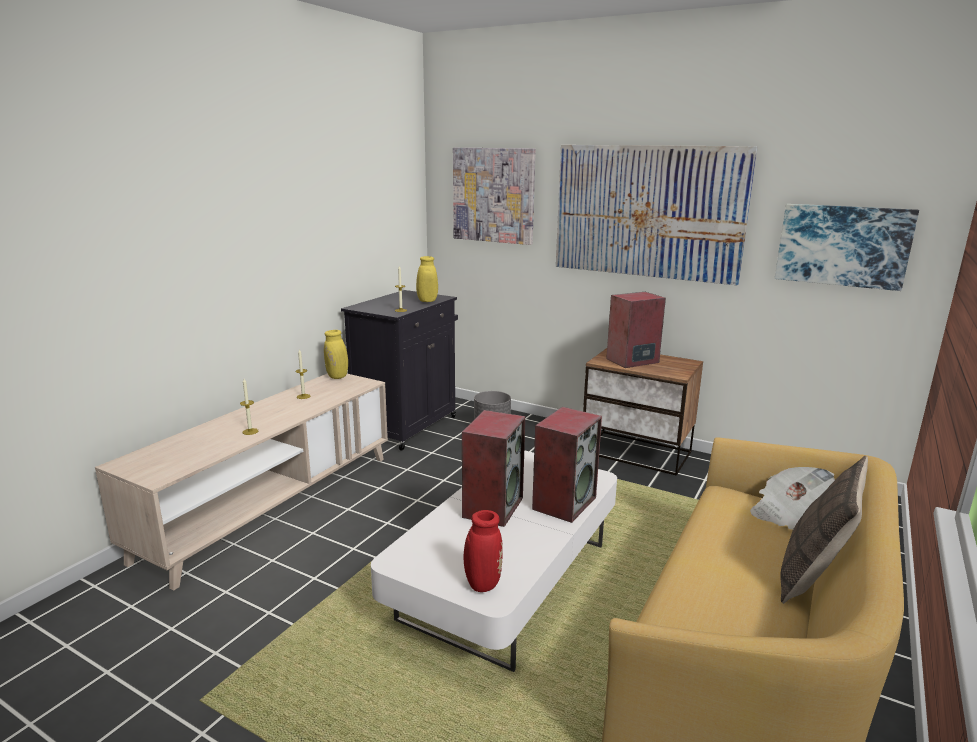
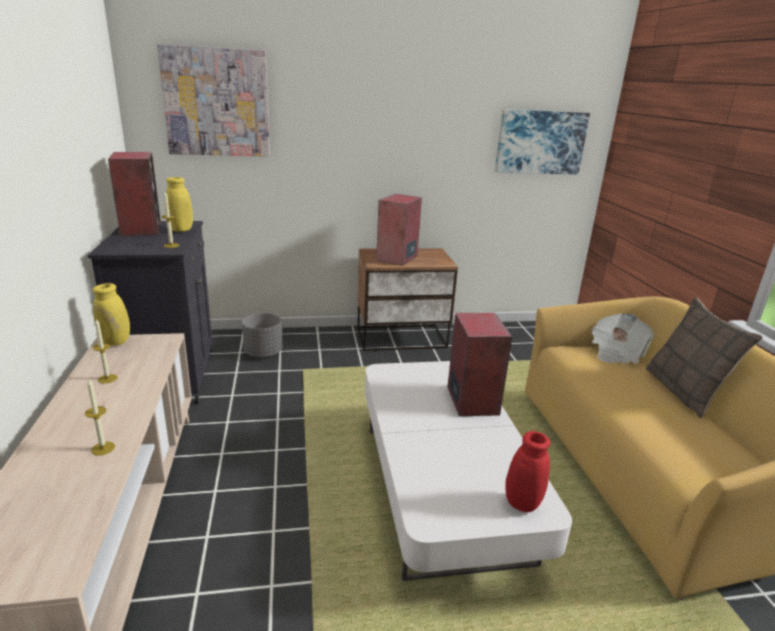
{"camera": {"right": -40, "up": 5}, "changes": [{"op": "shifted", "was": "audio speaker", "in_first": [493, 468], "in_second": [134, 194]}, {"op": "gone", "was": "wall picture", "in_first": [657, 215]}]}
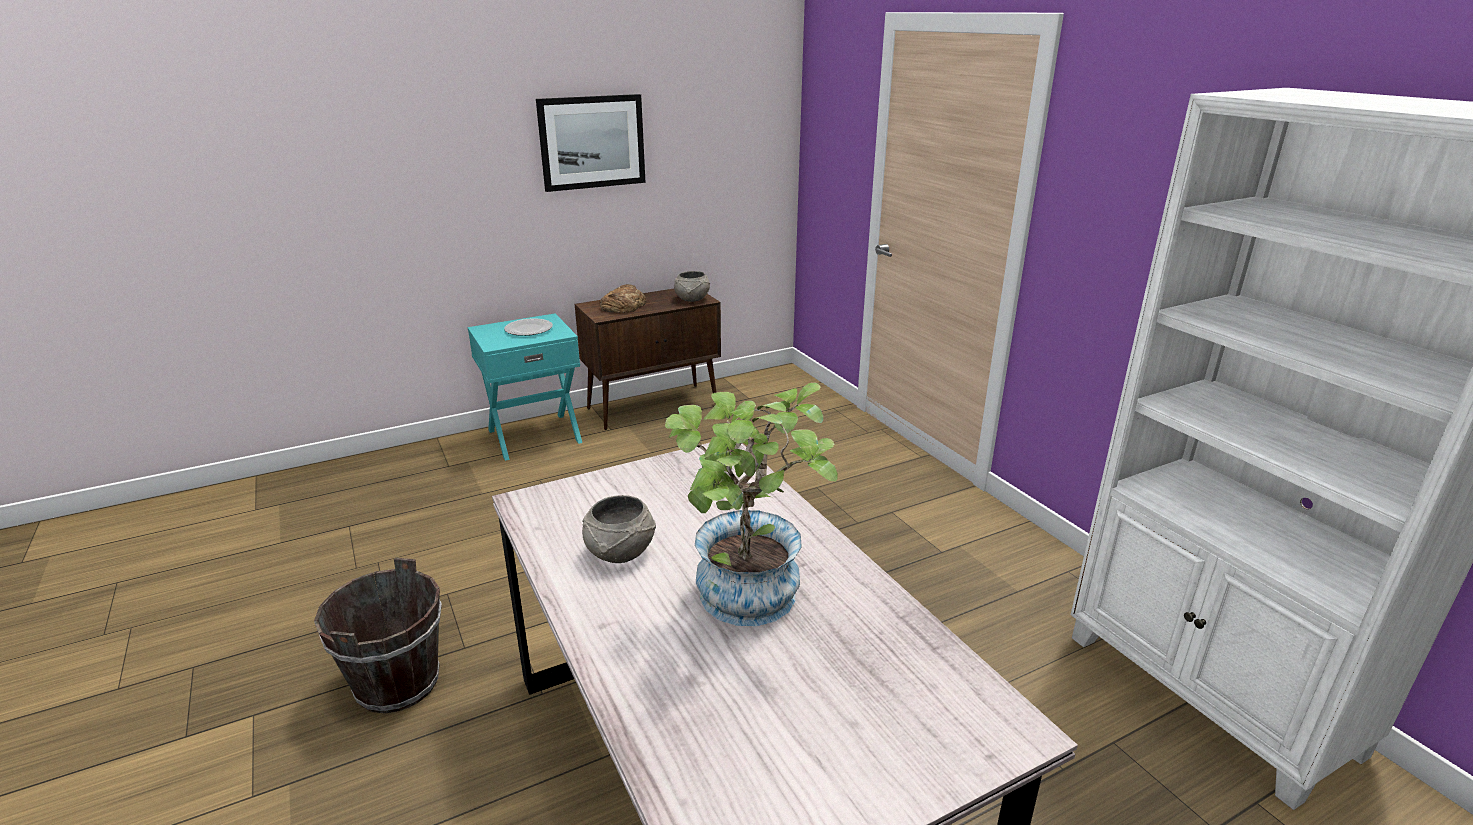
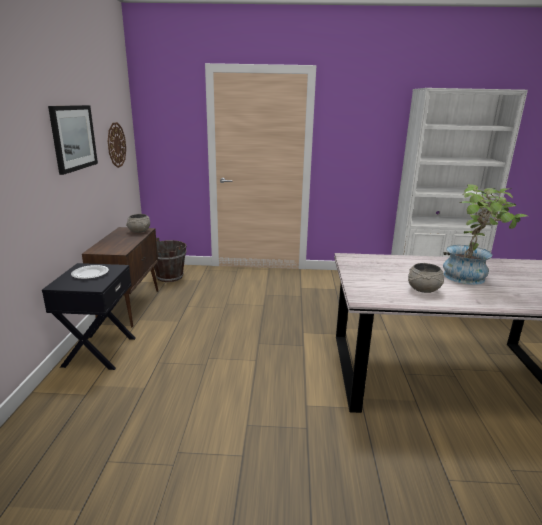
{"camera": {"right": -60, "up": -5}, "changes": [{"op": "shifted", "was": "brown-coloured pail", "in_first": [378, 635], "in_second": [170, 259]}, {"op": "repainted", "was": "turquoise bedside table", "now": "blackish bedside table", "in_first": [525, 387], "in_second": [89, 316]}, {"op": "gone", "was": "baked bread", "in_first": [623, 298]}, {"op": "new", "now": "hanging clock", "in_second": [117, 145]}]}
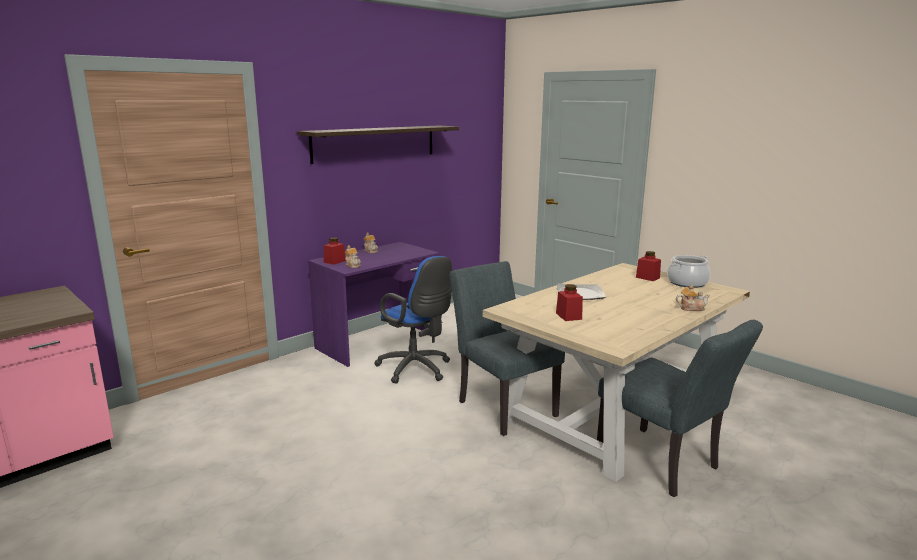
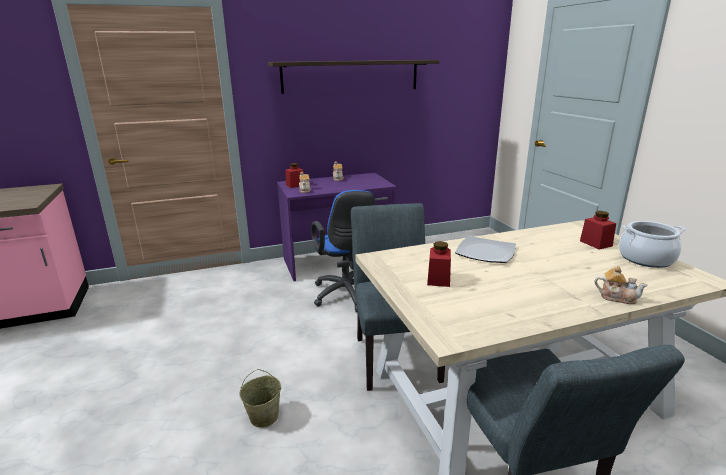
{"camera": {"right": 25, "up": 5}, "changes": [{"op": "new", "now": "beige pail", "in_second": [260, 398]}]}
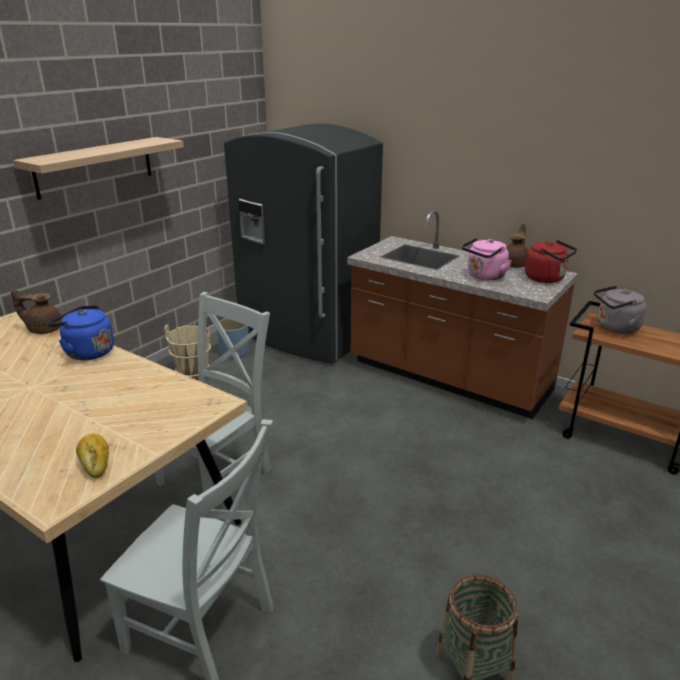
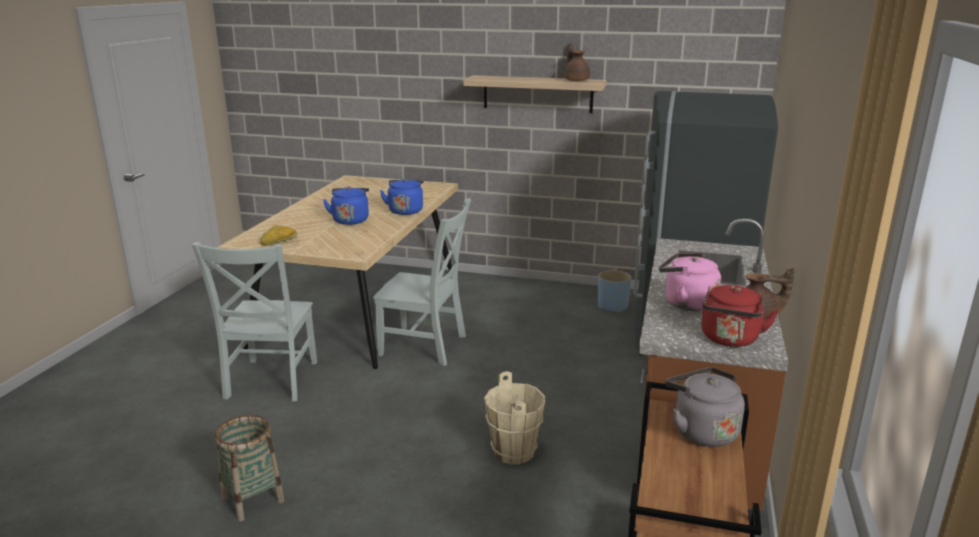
{"camera": {"right": 70, "up": -5}, "changes": [{"op": "shifted", "was": "brown-coloured tea pot", "in_first": [36, 311], "in_second": [577, 62]}, {"op": "shifted", "was": "beige pail", "in_first": [187, 352], "in_second": [514, 418]}, {"op": "new", "now": "blue water kettle", "in_second": [346, 206]}]}
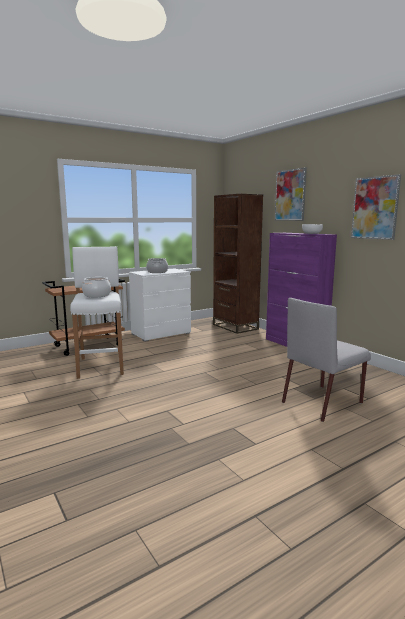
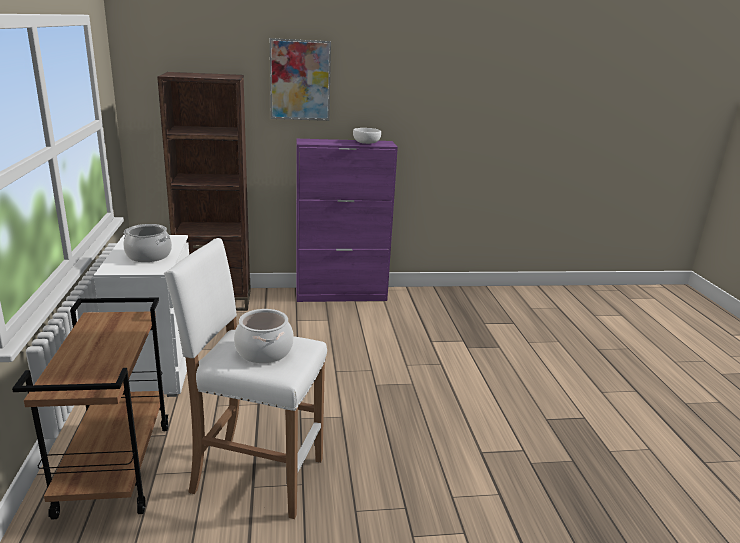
{"camera": {"right": -65, "up": 10}, "changes": [{"op": "gone", "was": "gray chair", "in_first": [326, 360]}, {"op": "gone", "was": "wall picture", "in_first": [376, 207]}]}
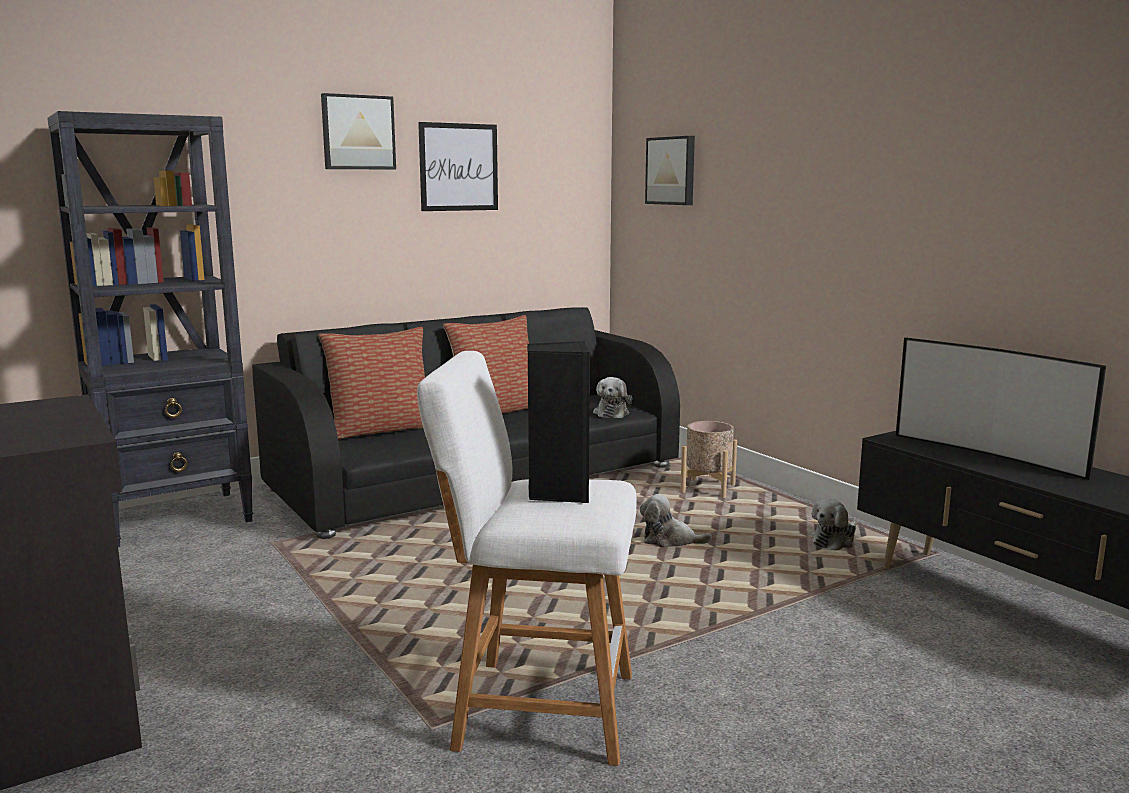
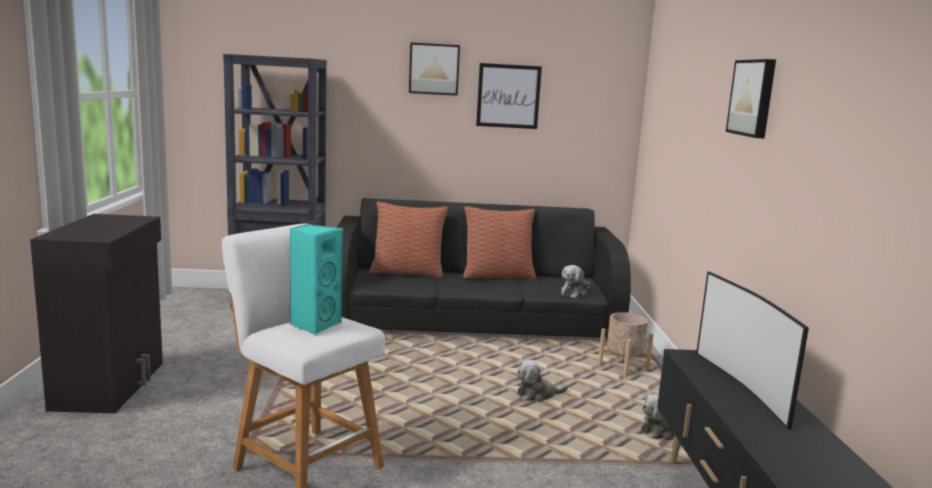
{"camera": {"right": 30, "up": 0}, "changes": [{"op": "repainted", "was": "blackish audio speaker", "now": "turquoise audio speaker", "in_first": [558, 422], "in_second": [316, 279]}, {"op": "rotated", "was": "cuddly toy", "in_first": [676, 520], "in_second": [542, 381], "clockwise": -60}, {"op": "shifted", "was": "wall picture", "in_first": [670, 170], "in_second": [751, 98]}]}
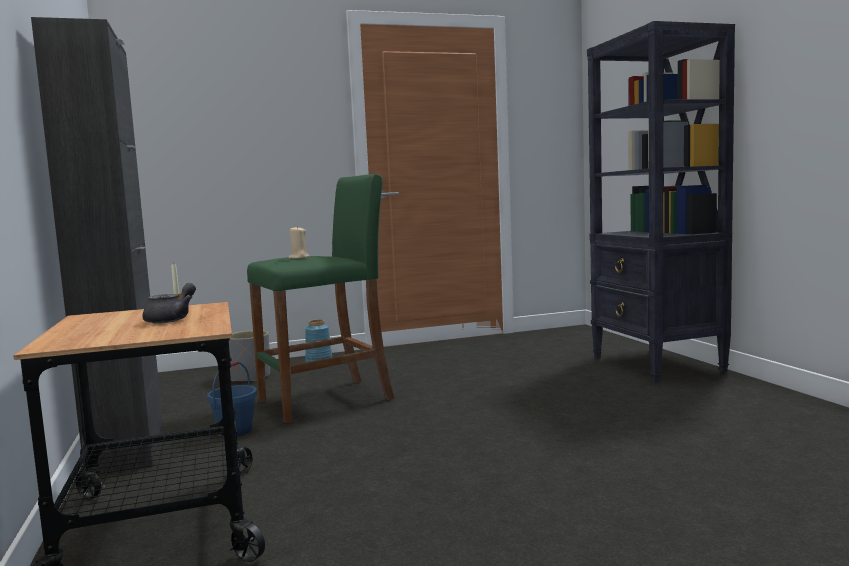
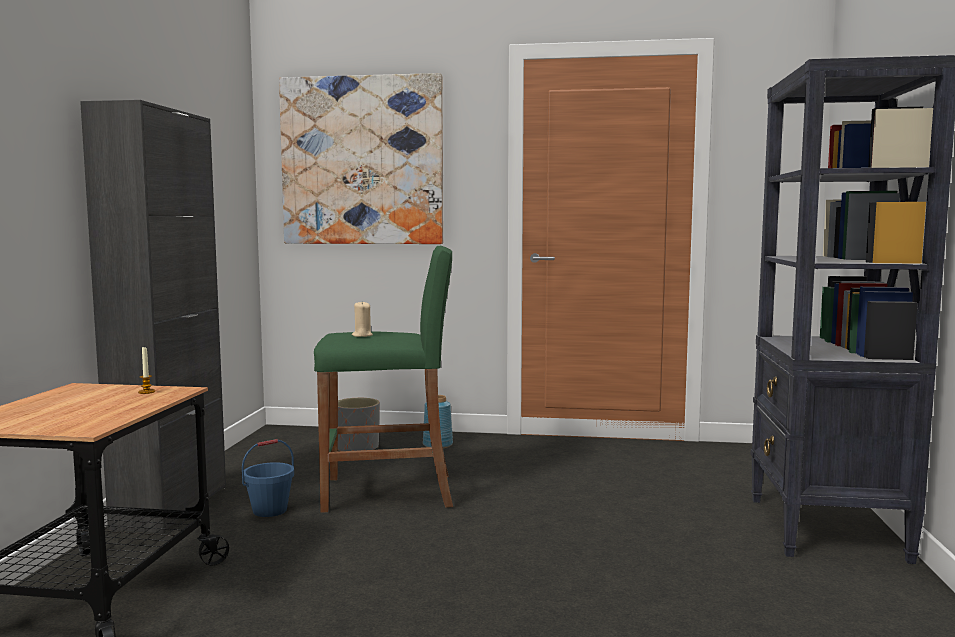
{"camera": {"right": 25, "up": 0}, "changes": [{"op": "gone", "was": "gray tea pot", "in_first": [169, 303]}, {"op": "new", "now": "wall picture", "in_second": [361, 158]}]}
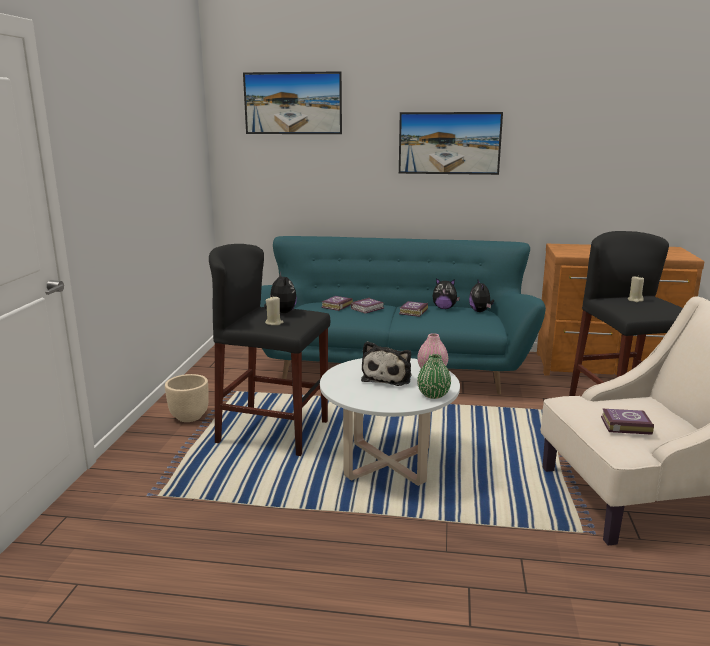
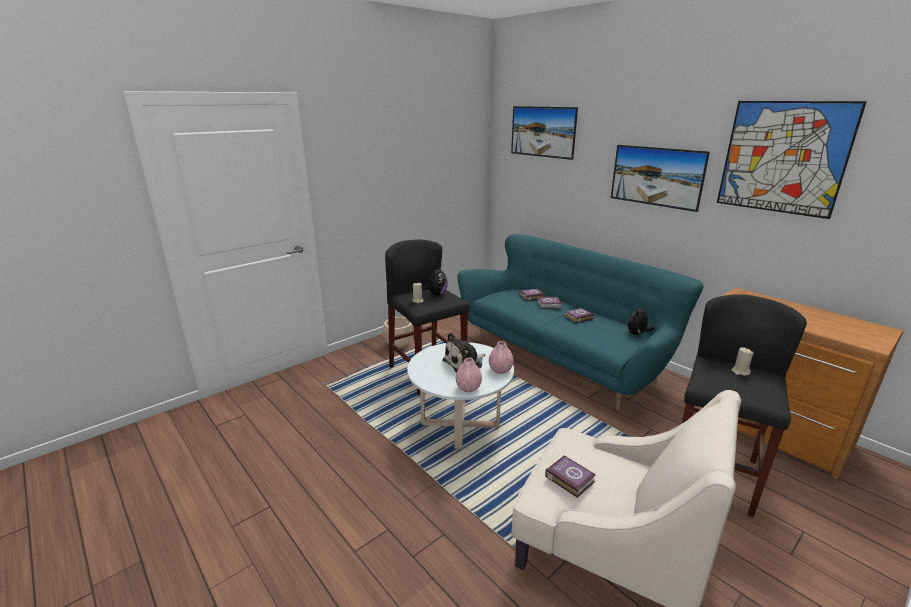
{"camera": {"right": 40, "up": 5}, "changes": [{"op": "repainted", "was": "greenish flower vase", "now": "pink flower vase", "in_first": [434, 376], "in_second": [469, 375]}, {"op": "gone", "was": "cuddly toy", "in_first": [446, 293]}, {"op": "new", "now": "wall picture", "in_second": [792, 160]}]}
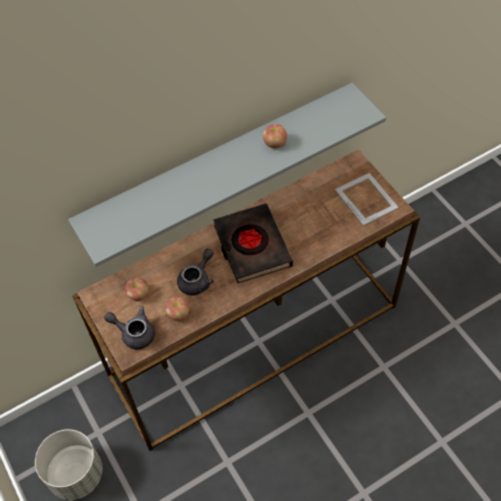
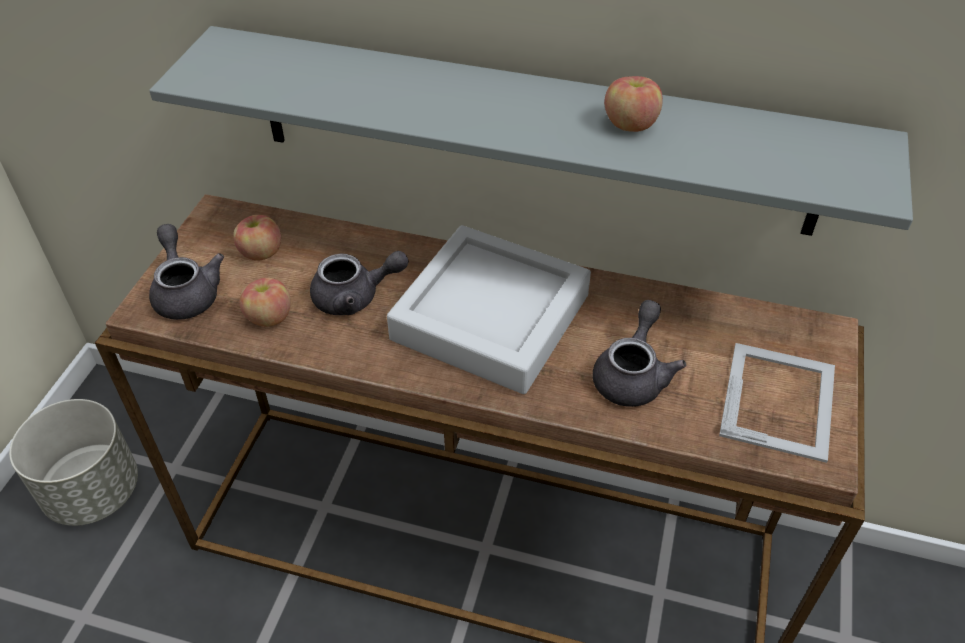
{"camera": {"right": 45, "up": -10}, "changes": [{"op": "swapped", "was": "blackish book", "now": "gray serving tray", "in_first": [253, 243], "in_second": [489, 309]}, {"op": "new", "now": "gray tea pot", "in_second": [639, 353]}]}
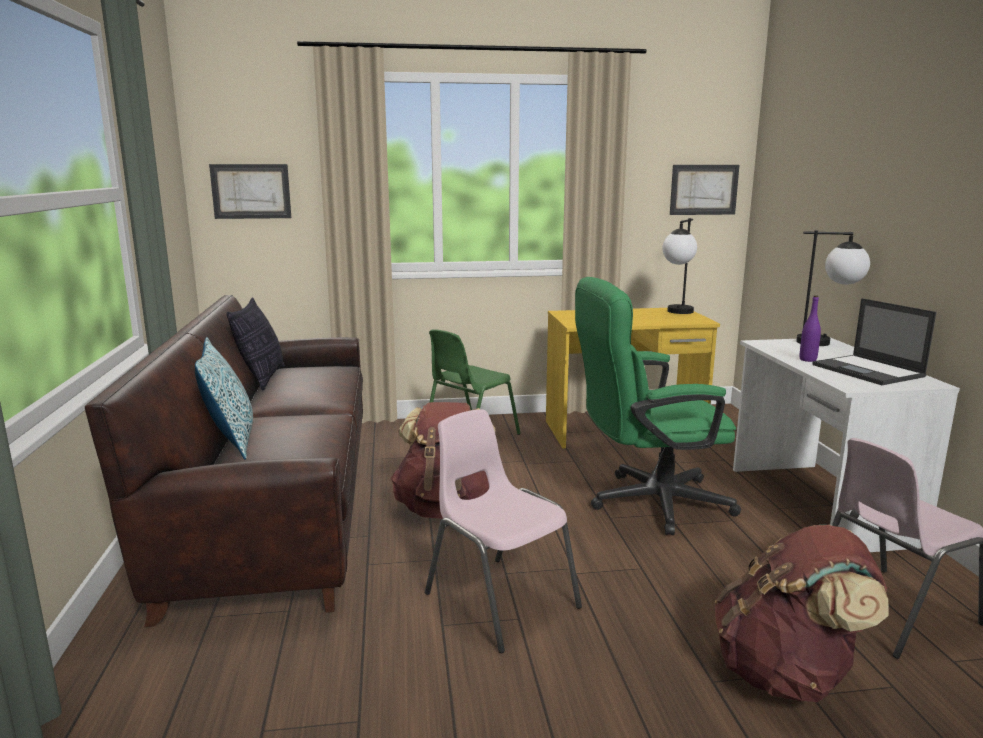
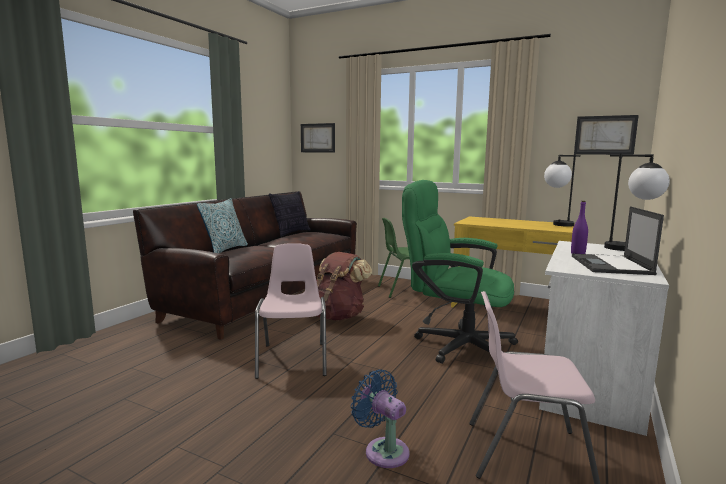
{"camera": {"right": 35, "up": -5}, "changes": [{"op": "swapped", "was": "brown-coloured rucksack", "now": "blue cooling fan", "in_first": [801, 613], "in_second": [380, 418]}]}
